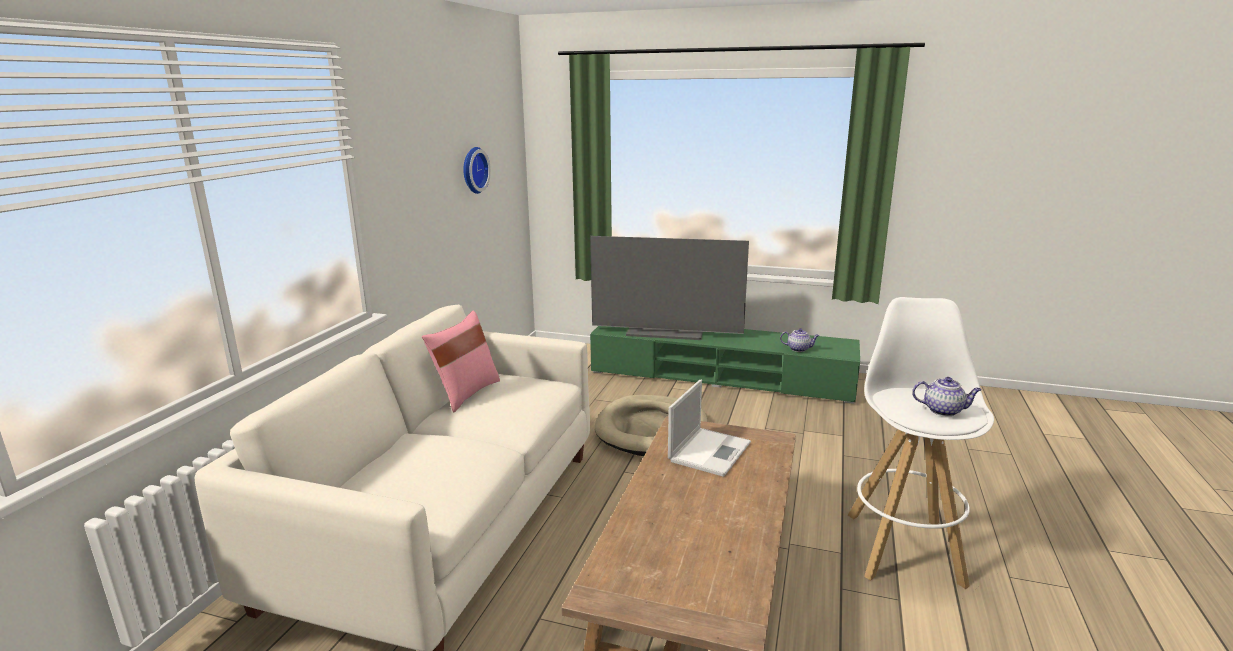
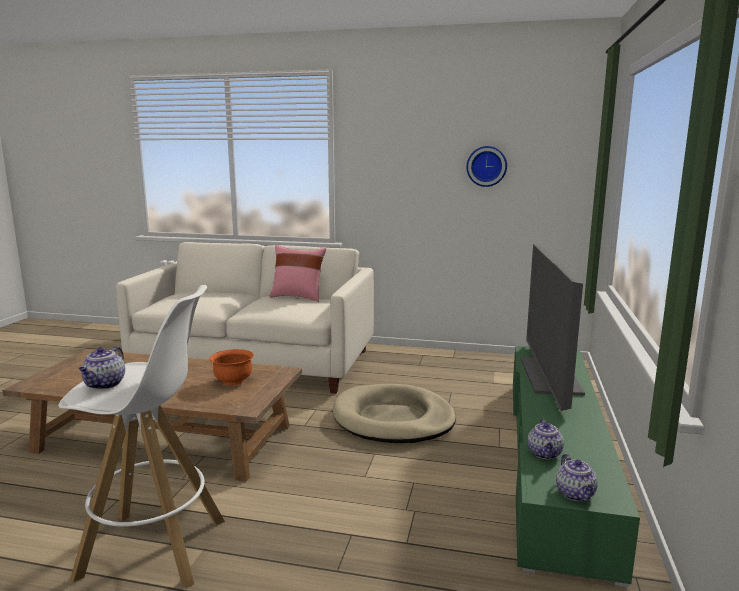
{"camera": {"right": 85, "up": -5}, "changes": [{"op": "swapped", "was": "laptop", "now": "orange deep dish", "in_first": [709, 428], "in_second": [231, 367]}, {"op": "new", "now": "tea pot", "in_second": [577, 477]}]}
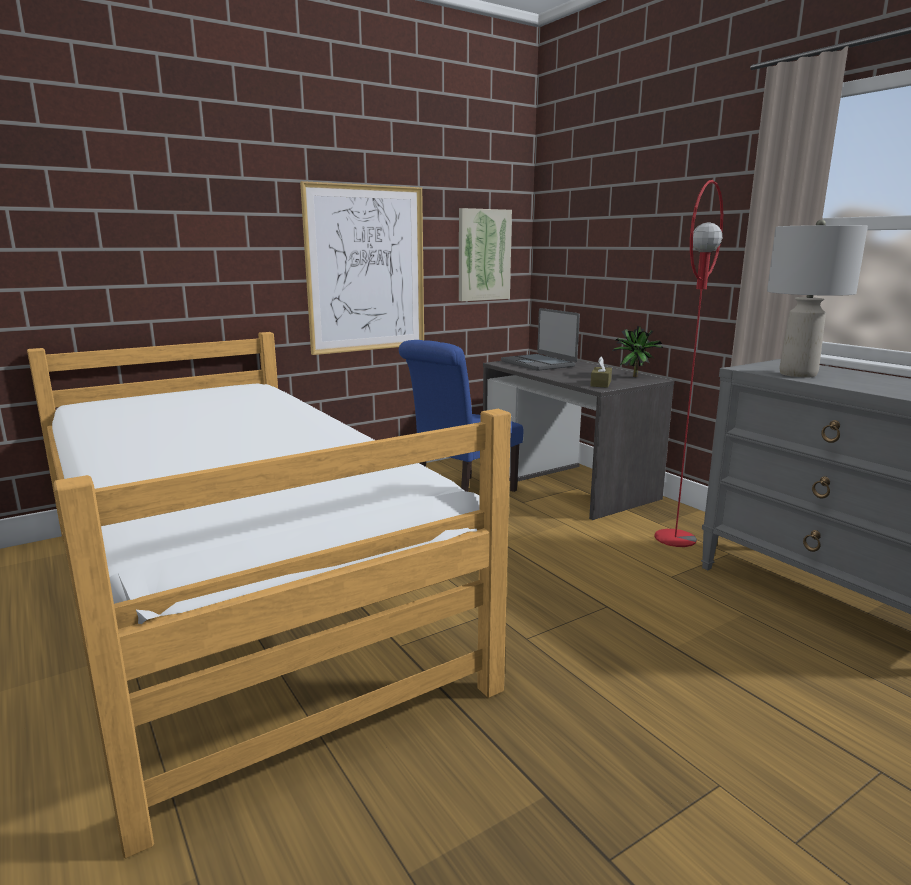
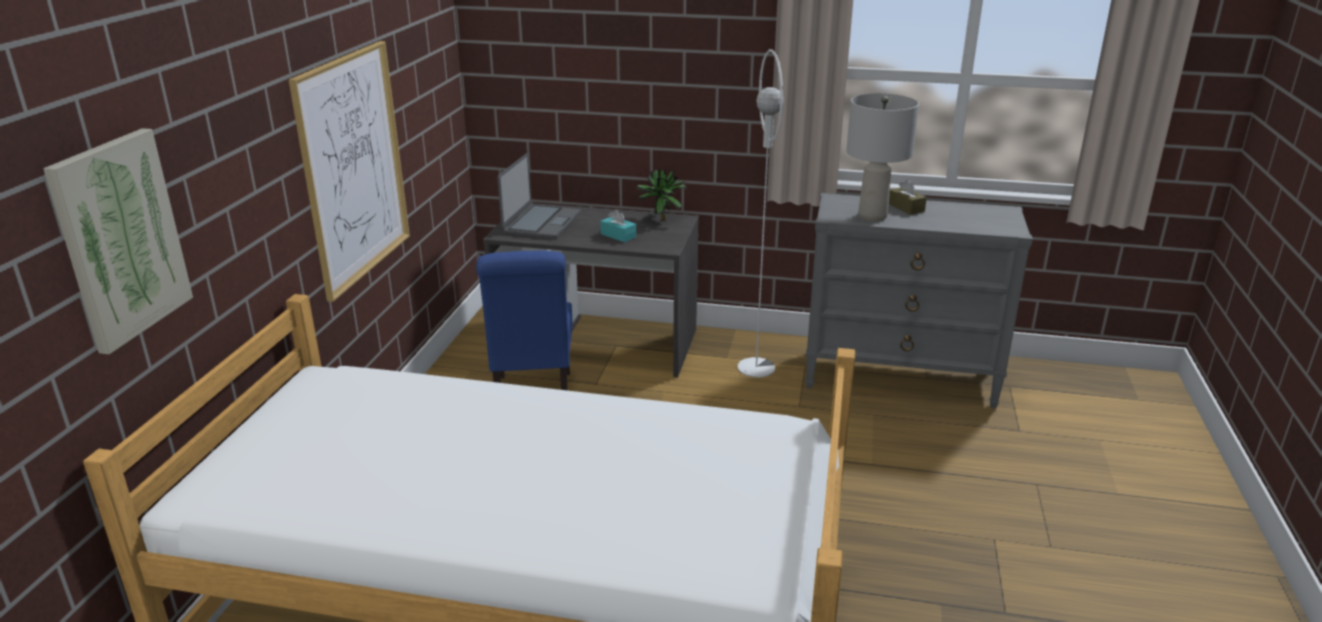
{"camera": {"right": -45, "up": 10}, "changes": [{"op": "shifted", "was": "wall picture", "in_first": [485, 254], "in_second": [118, 241]}, {"op": "rotated", "was": "laptop", "in_first": [540, 339], "in_second": [539, 196], "clockwise": -90}, {"op": "shifted", "was": "brown-coloured tissue box", "in_first": [601, 372], "in_second": [908, 197]}, {"op": "repainted", "was": "reddish floor lamp", "now": "white-coloured floor lamp", "in_first": [688, 363], "in_second": [761, 213]}, {"op": "new", "now": "turquoise tissue box", "in_second": [618, 225]}]}
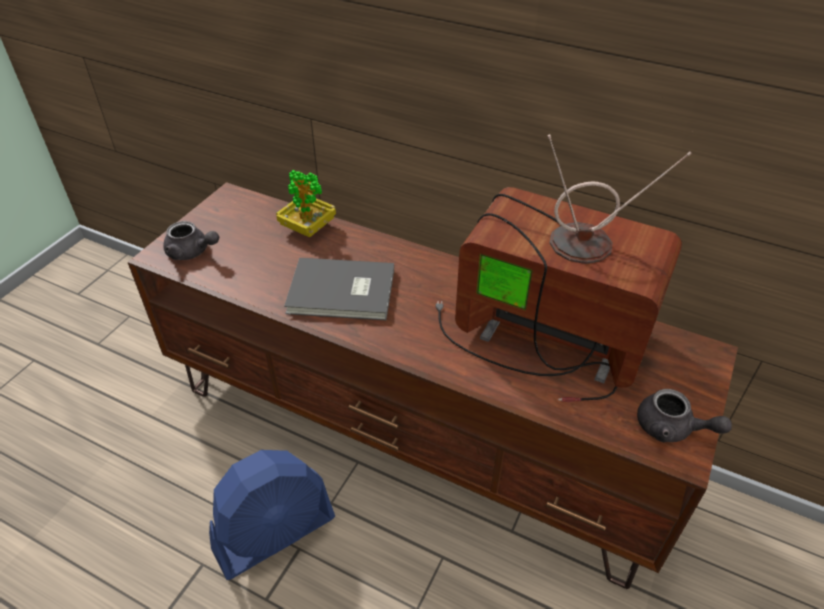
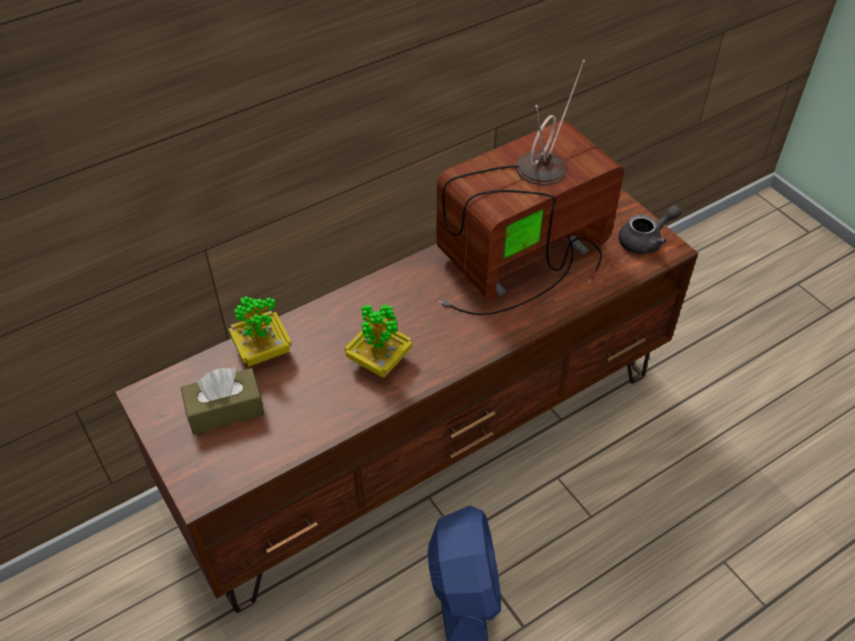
{"camera": {"right": -60, "up": 5}, "changes": [{"op": "gone", "was": "gray tea pot", "in_first": [191, 240]}, {"op": "swapped", "was": "gray book", "now": "plant in a pot", "in_first": [339, 289], "in_second": [378, 341]}, {"op": "new", "now": "brown-coloured tissue box", "in_second": [223, 400]}]}
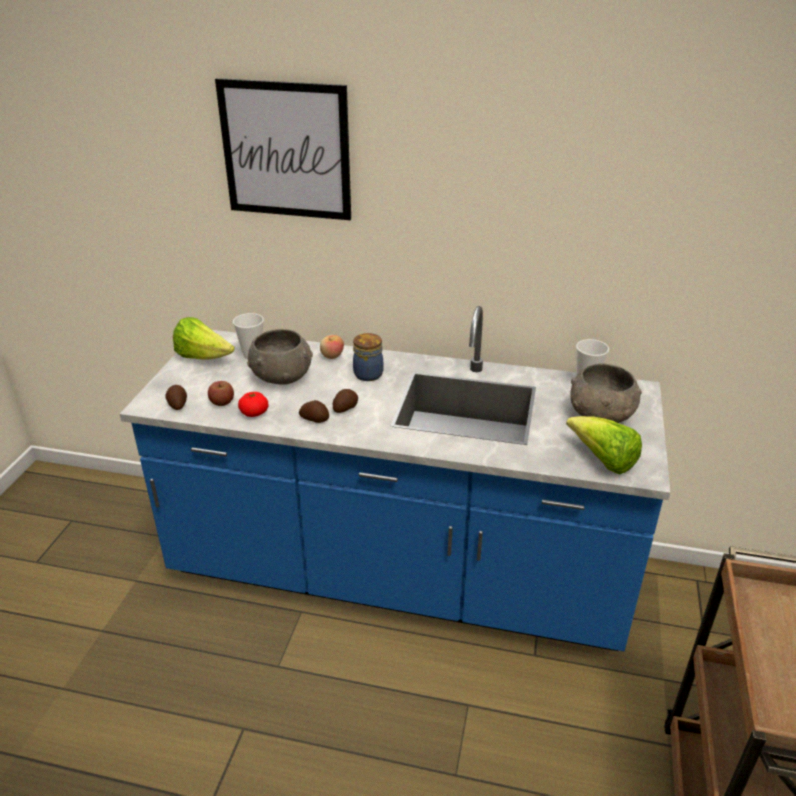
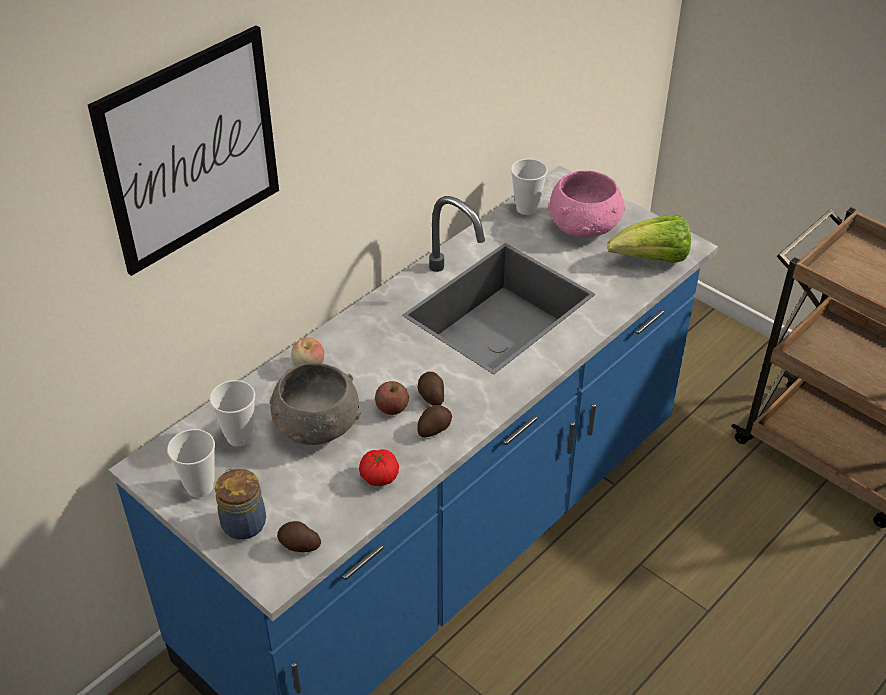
{"camera": {"right": -60, "up": 10}, "changes": [{"op": "swapped", "was": "lettuce head", "now": "drinking cup", "in_first": [204, 338], "in_second": [191, 463]}, {"op": "shifted", "was": "apple", "in_first": [221, 393], "in_second": [392, 398]}, {"op": "shifted", "was": "preserve jar", "in_first": [368, 357], "in_second": [240, 504]}, {"op": "repainted", "was": "gray deep dish", "now": "pink deep dish", "in_first": [606, 393], "in_second": [587, 204]}]}
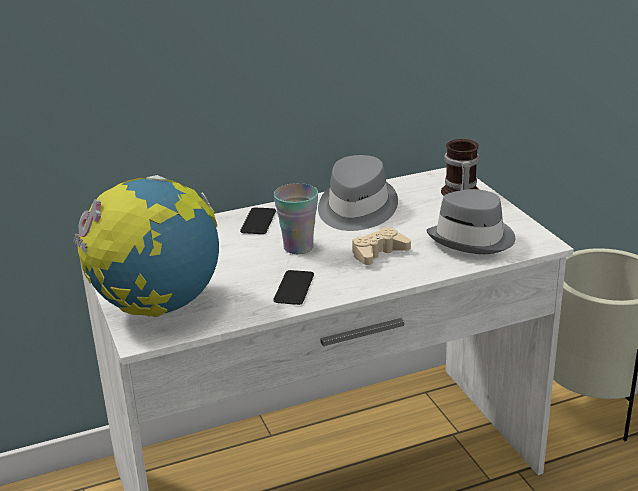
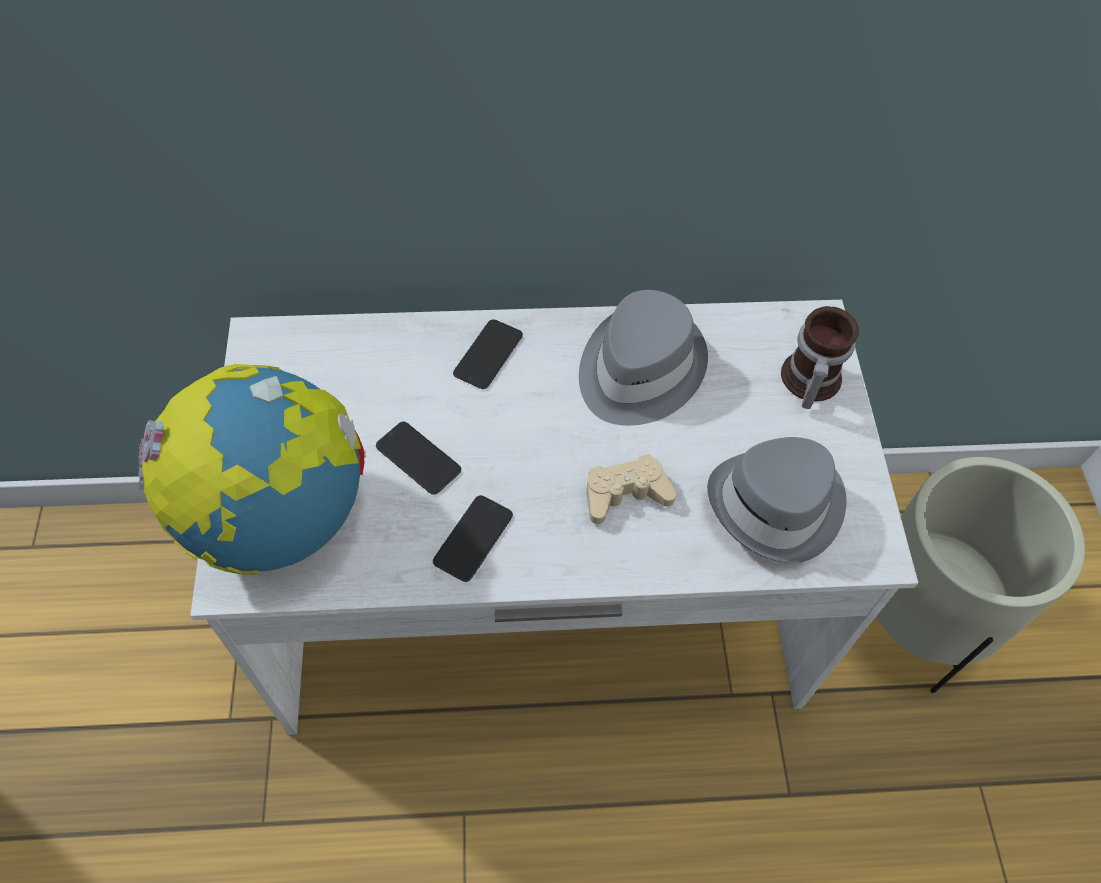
{"camera": {"right": 15, "up": 30}, "changes": [{"op": "gone", "was": "drinking cup", "in_first": [296, 218]}, {"op": "new", "now": "handset", "in_second": [418, 458]}]}
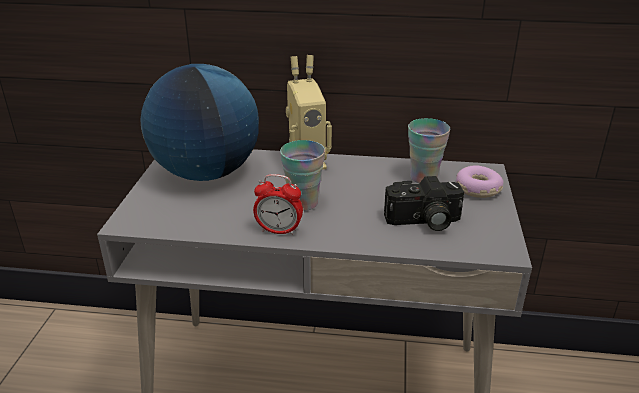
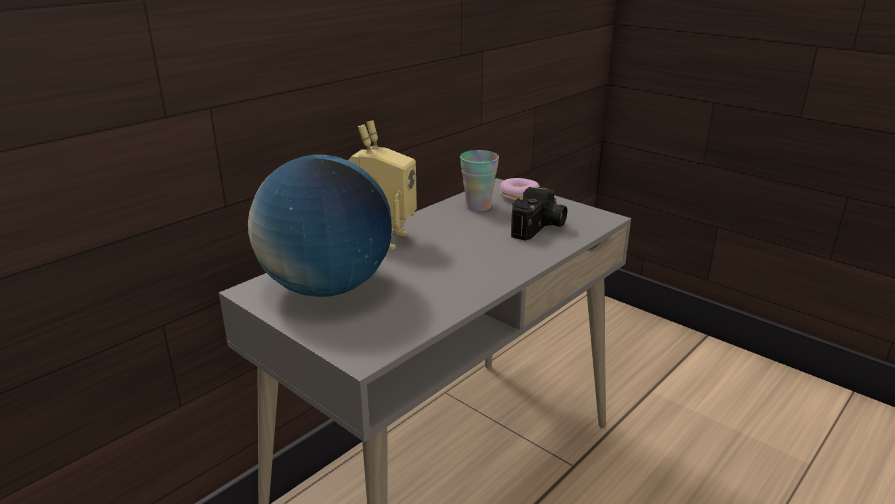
{"camera": {"right": -55, "up": -5}, "changes": [{"op": "gone", "was": "bedside clock", "in_first": [278, 204]}, {"op": "gone", "was": "drinking cup", "in_first": [302, 175]}]}
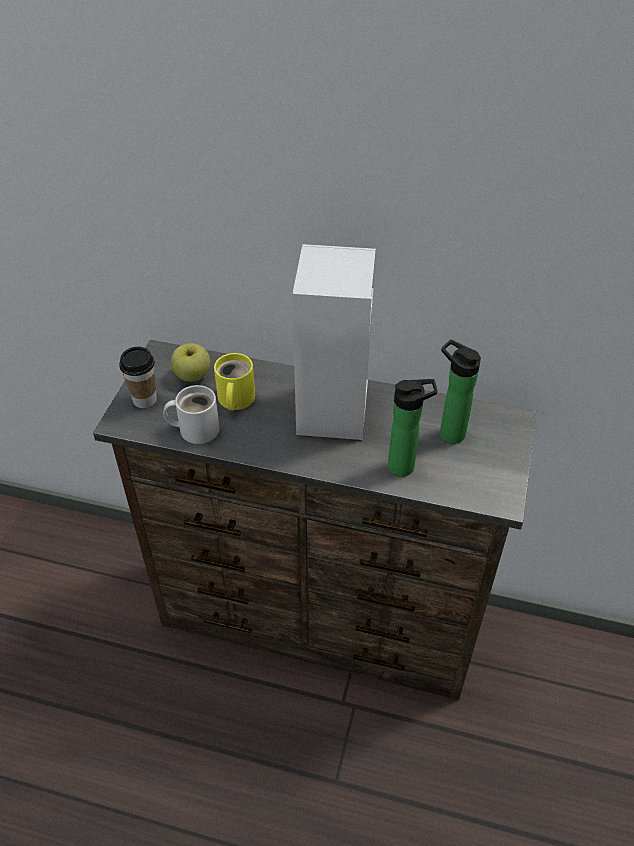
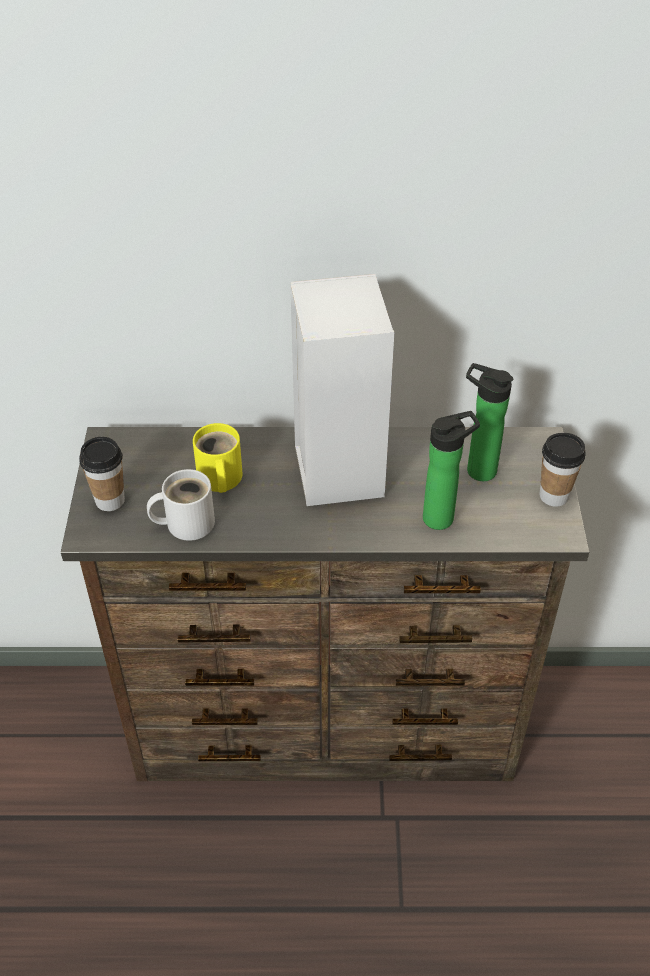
{"camera": {"right": -15, "up": 0}, "changes": [{"op": "gone", "was": "apple", "in_first": [190, 362]}, {"op": "new", "now": "drinking cup", "in_second": [563, 470]}]}
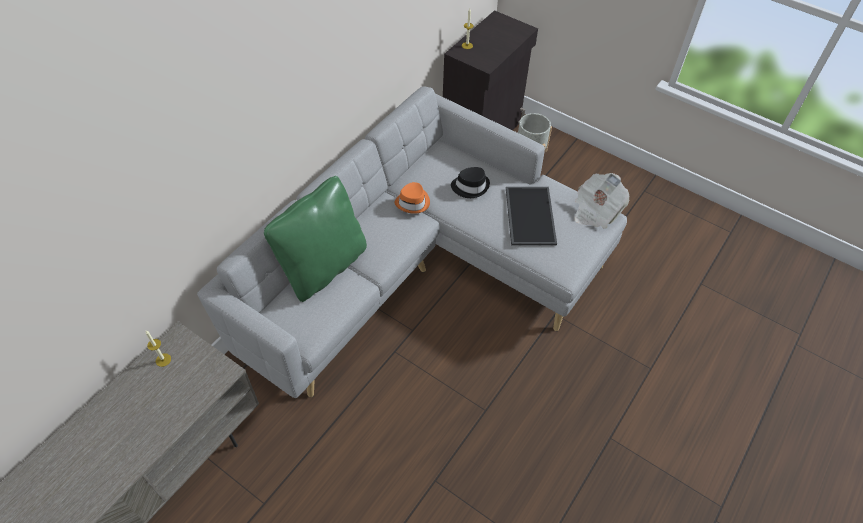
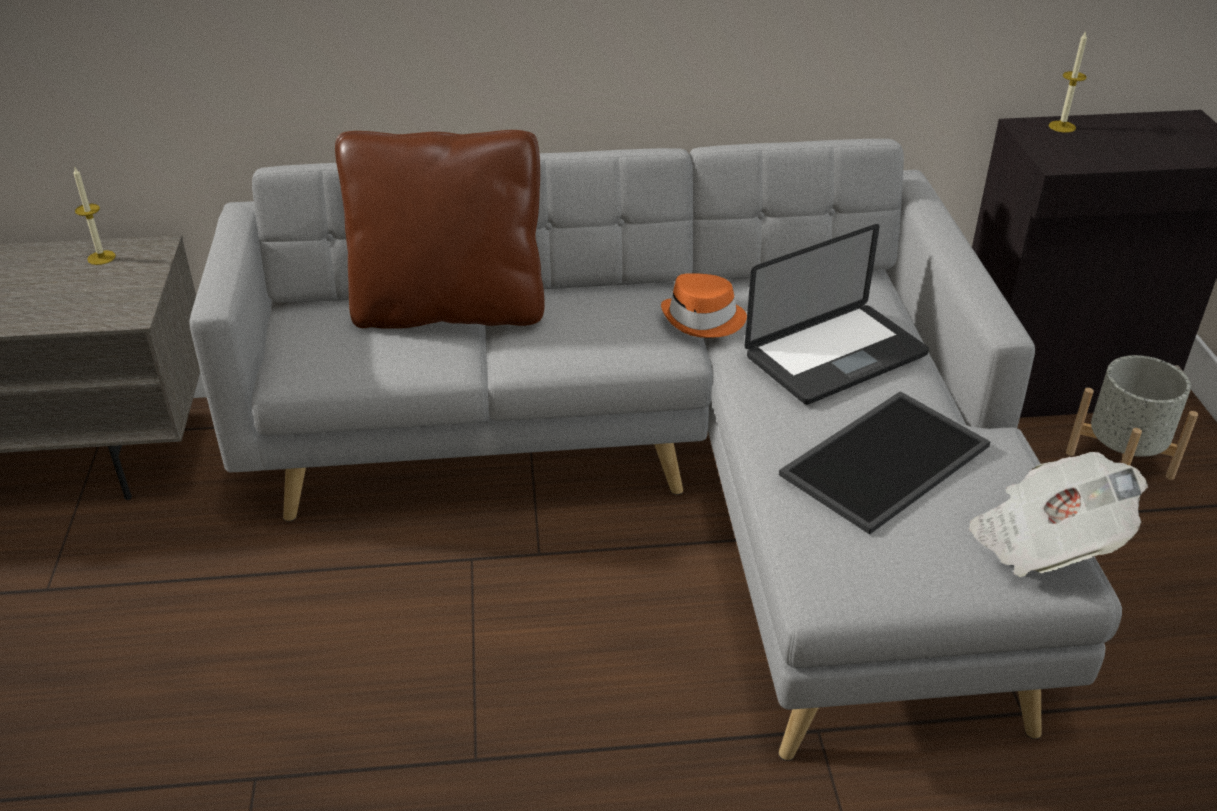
{"camera": {"right": 50, "up": -15}, "changes": [{"op": "repainted", "was": "greenish cushion", "now": "brown-coloured cushion", "in_first": [315, 239], "in_second": [440, 229]}, {"op": "swapped", "was": "blackish hat", "now": "laptop", "in_first": [470, 182], "in_second": [837, 314]}]}
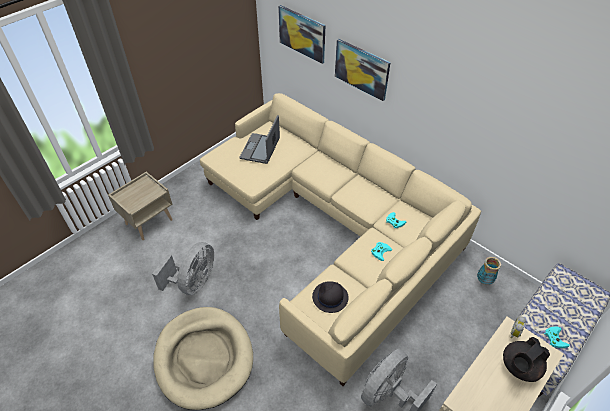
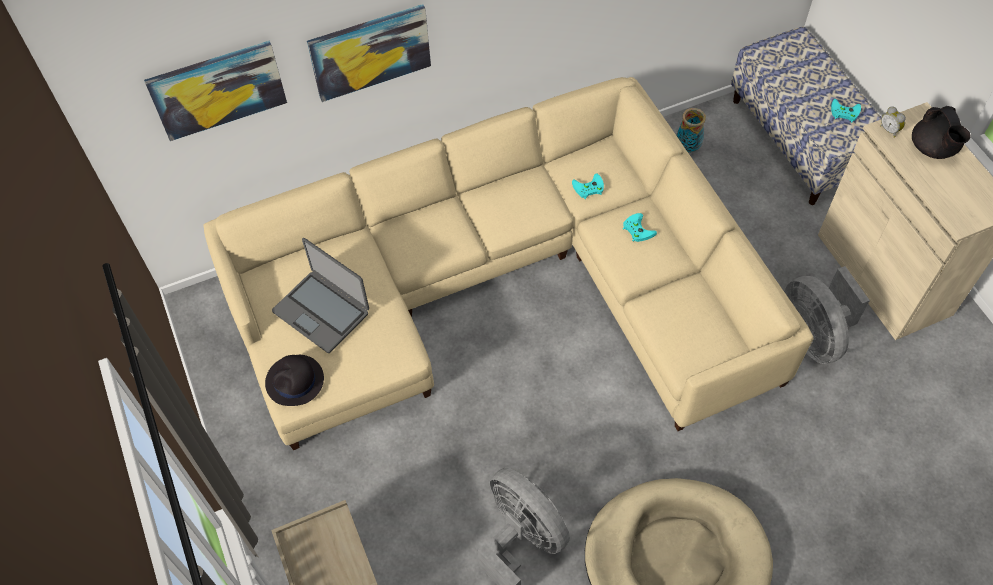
{"camera": {"right": -65, "up": 10}, "changes": [{"op": "shifted", "was": "blackish hat", "in_first": [330, 297], "in_second": [294, 380]}]}
